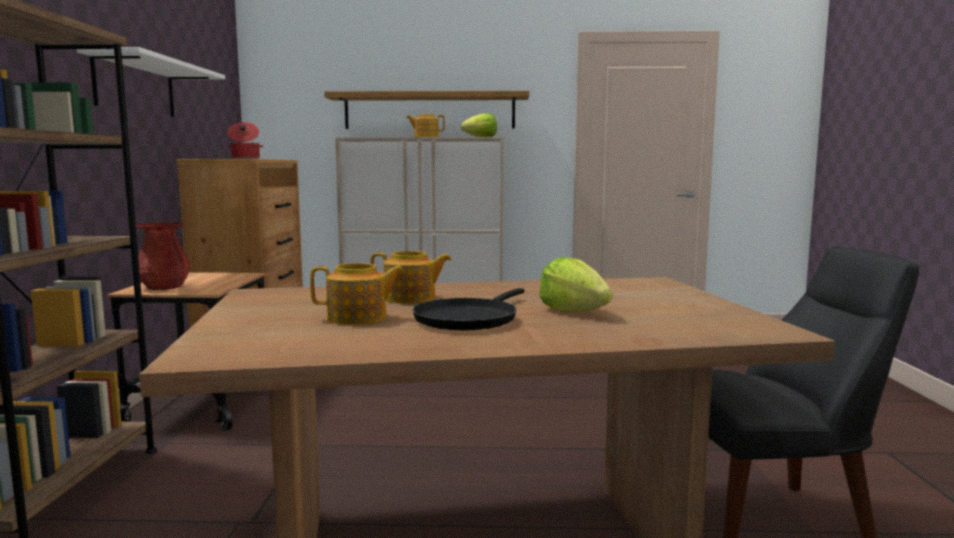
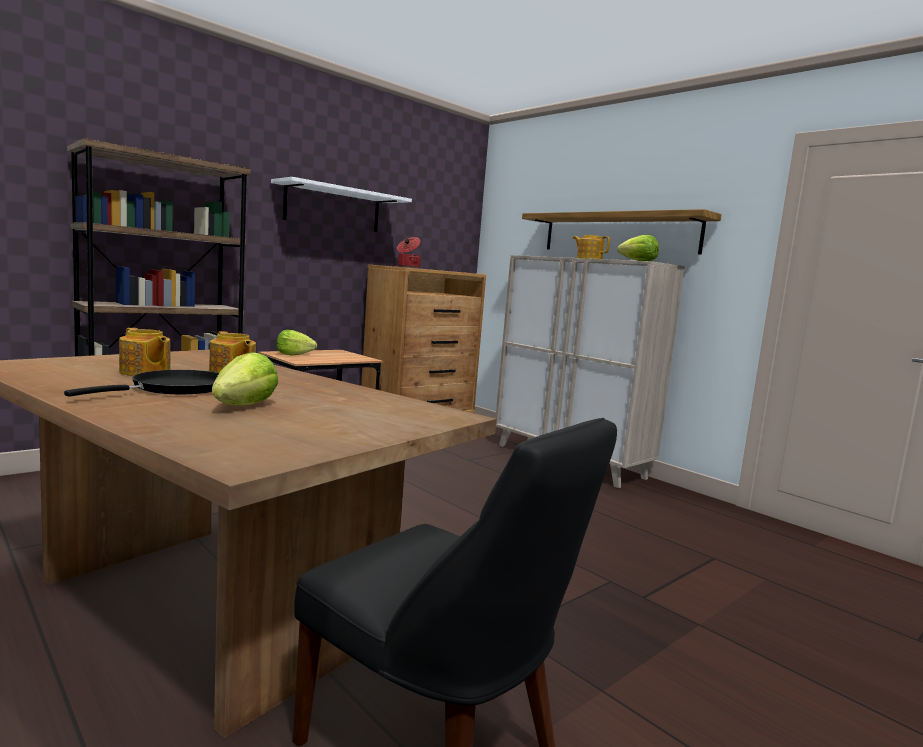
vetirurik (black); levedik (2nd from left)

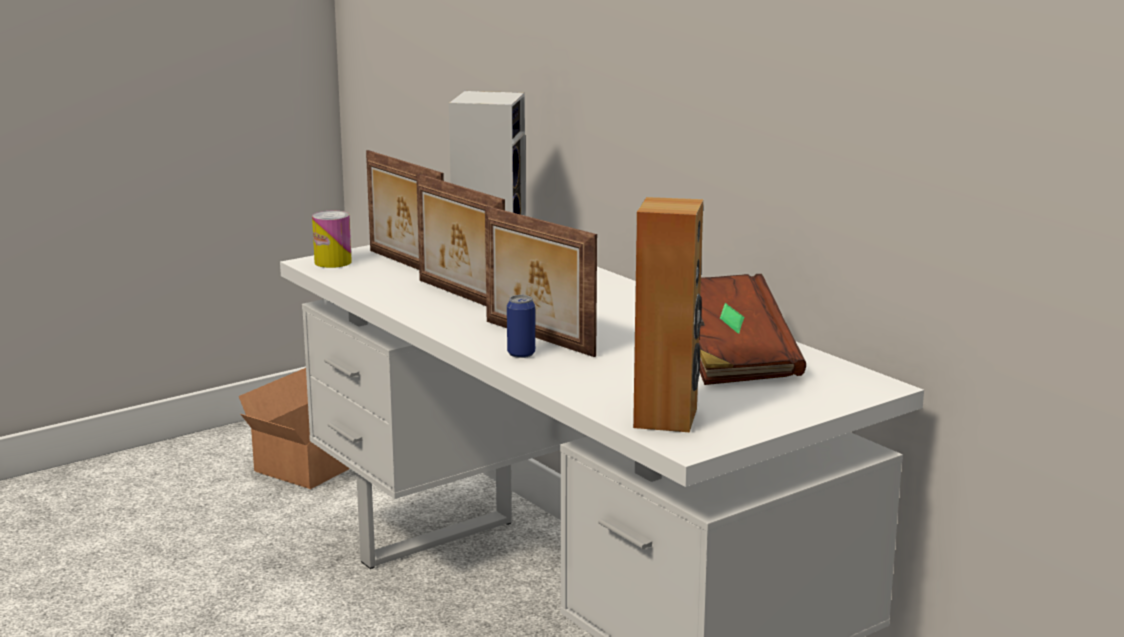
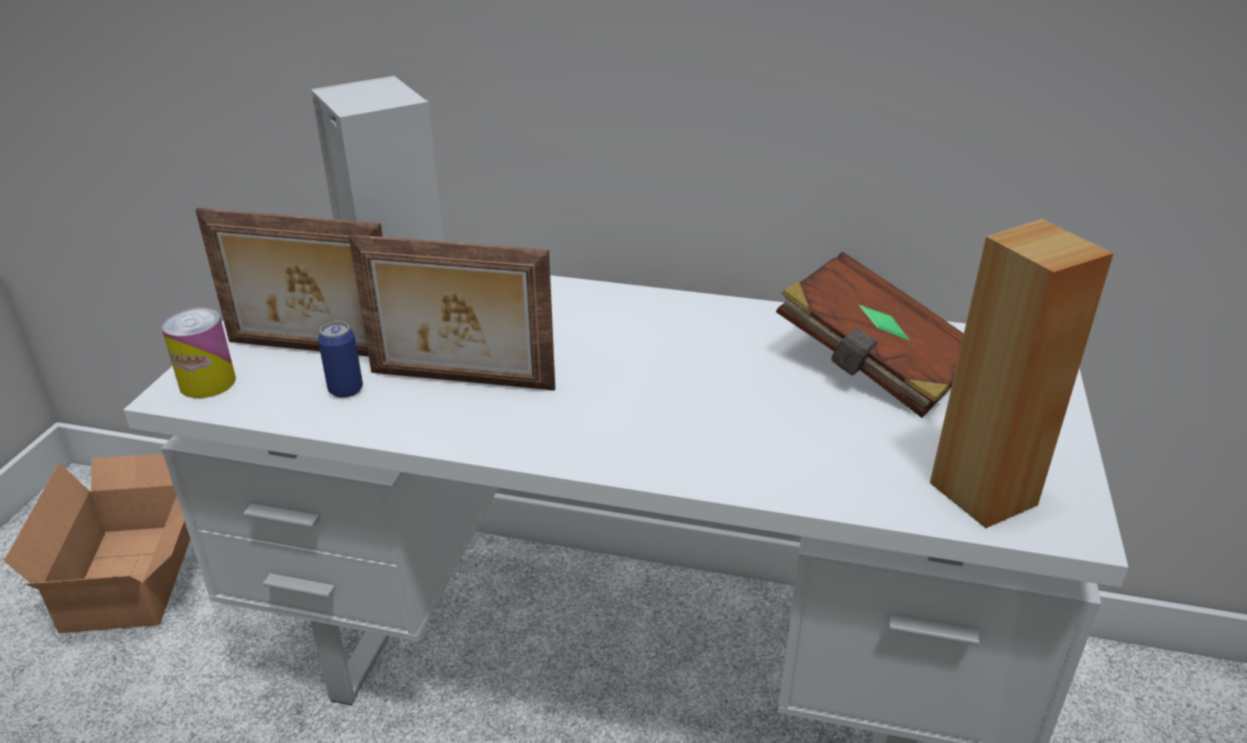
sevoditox (2nd from left); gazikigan (3rd from left in the first image)

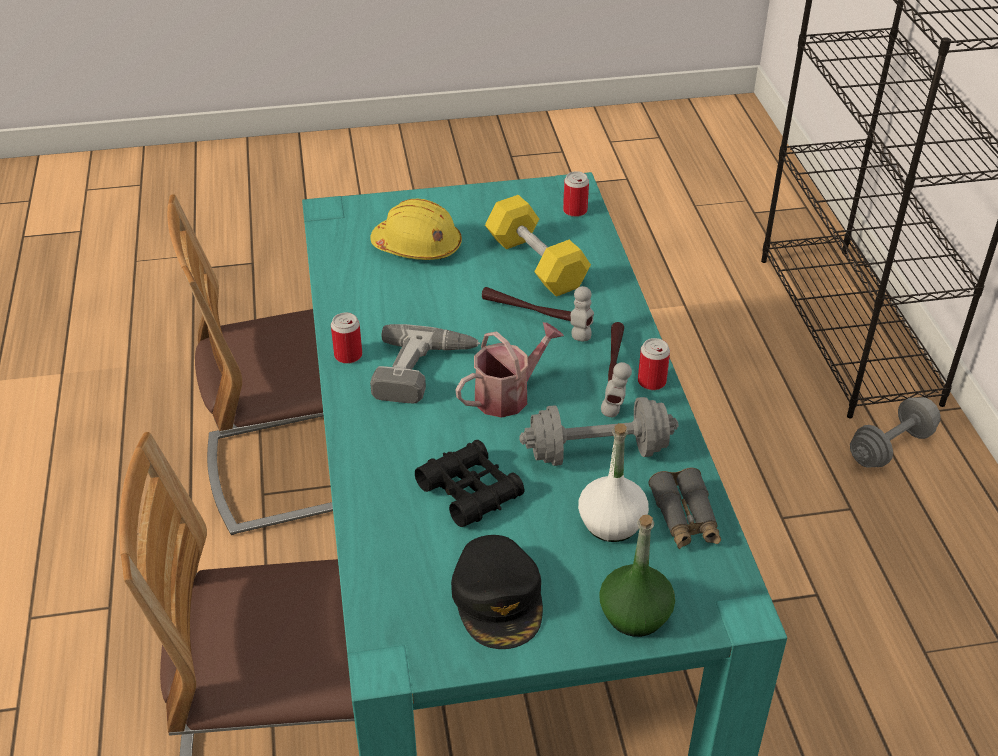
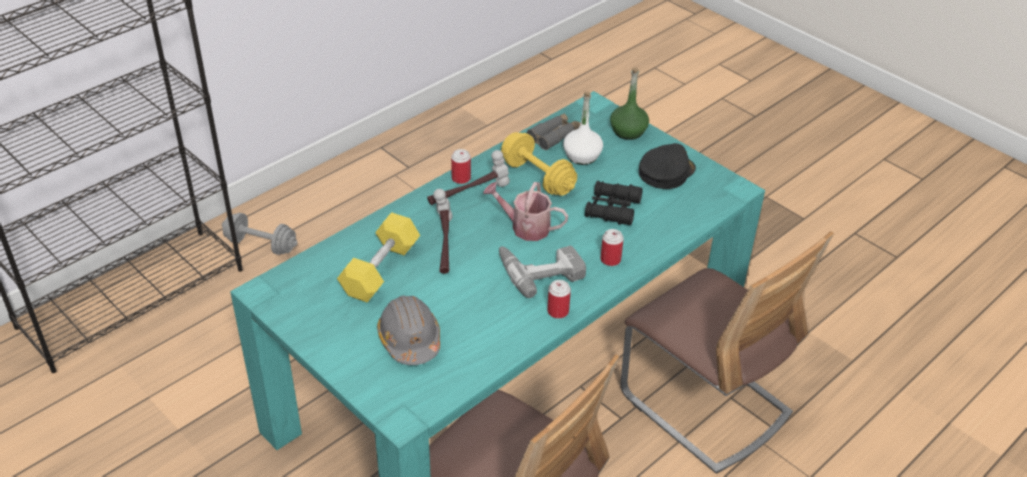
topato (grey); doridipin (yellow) (2nd from left); sevoditox (3rd from left)

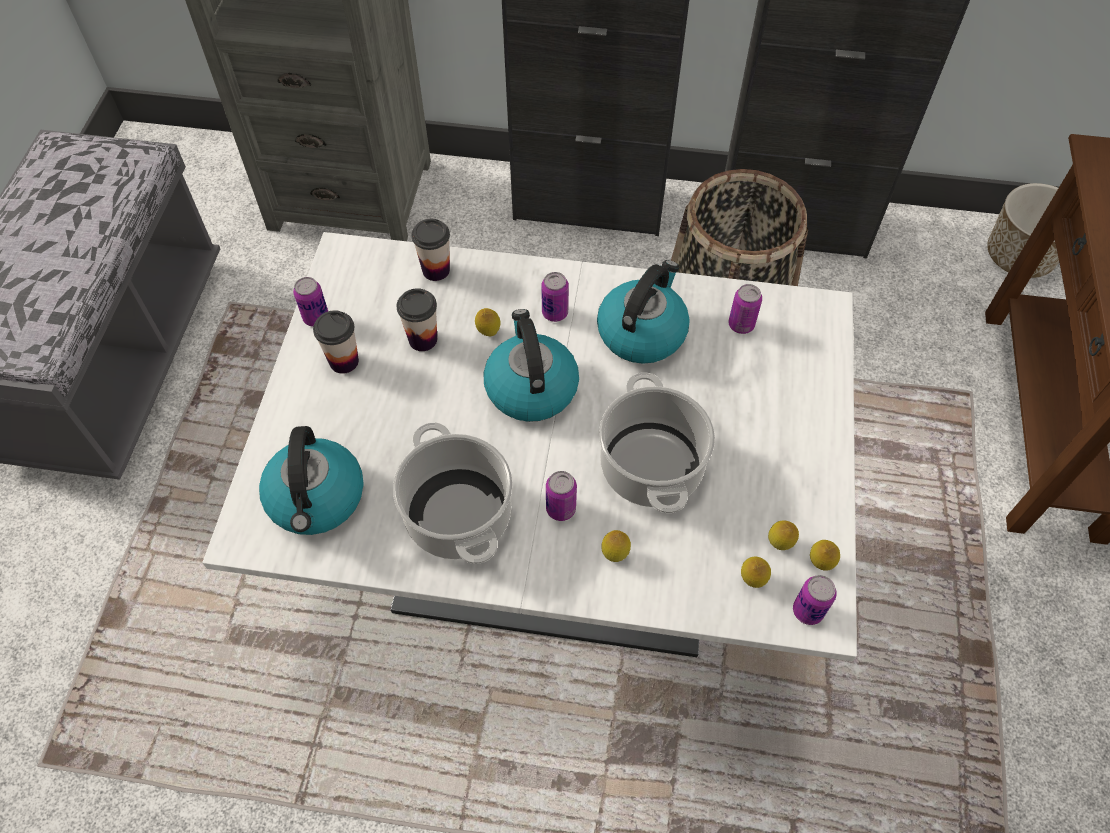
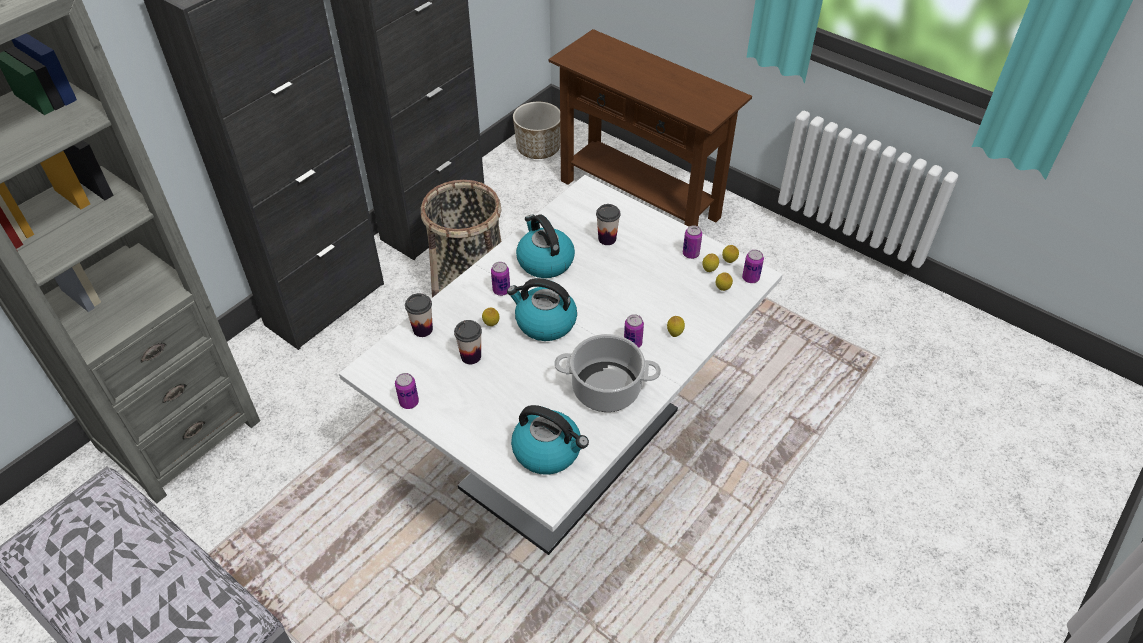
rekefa (3rd from left); sevoditox (4th from left); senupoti (2nd from left in the first image)

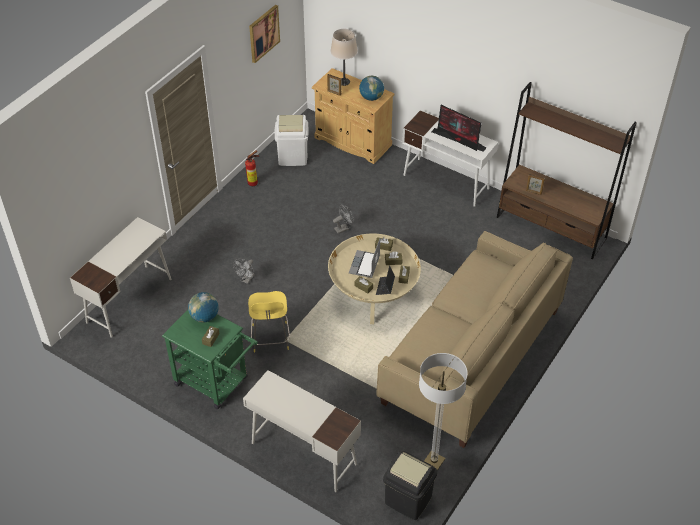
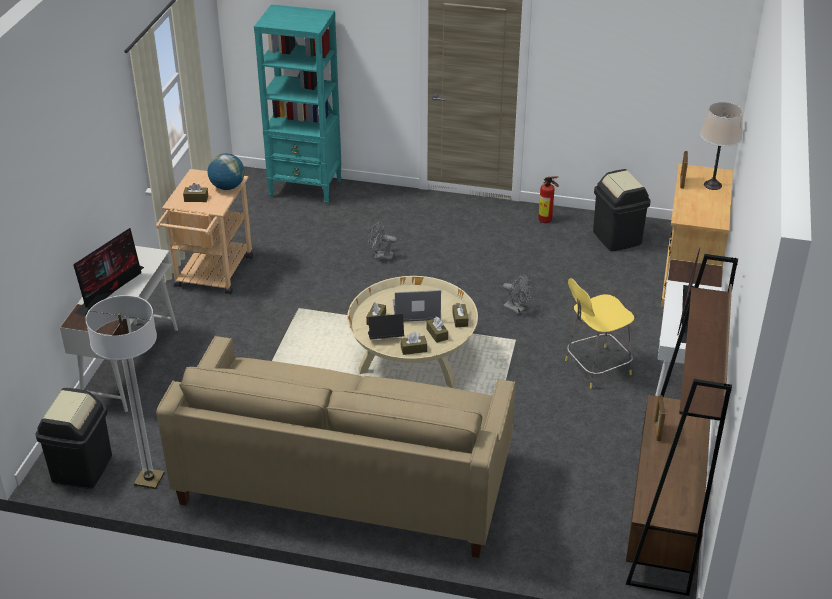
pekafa (1st from left); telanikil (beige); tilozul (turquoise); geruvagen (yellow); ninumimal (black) (2nd from left); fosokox; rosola (2nd from left in the first image)

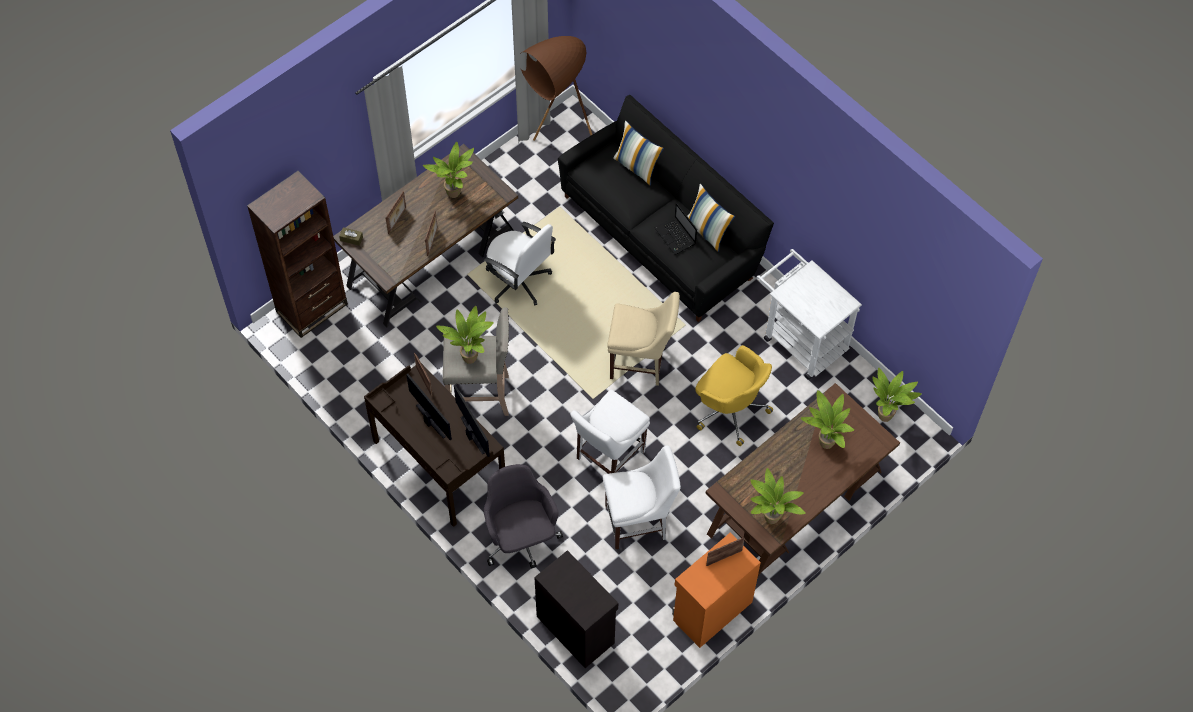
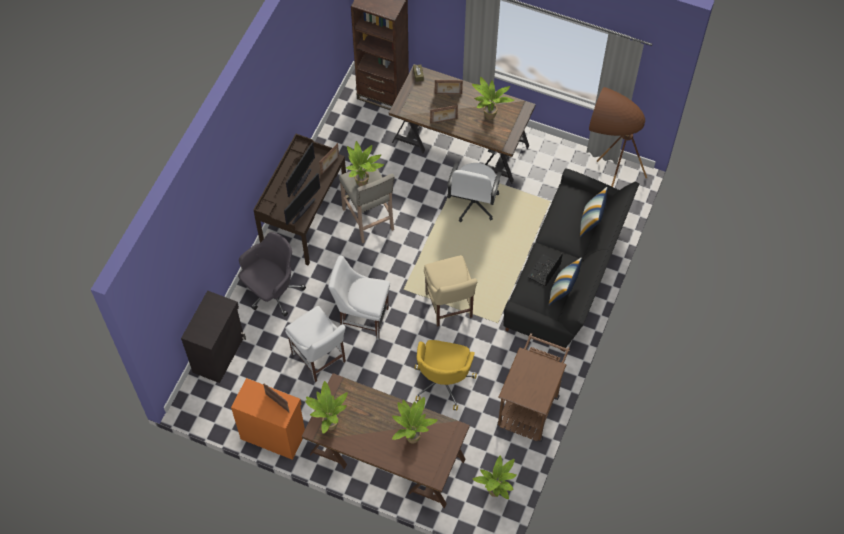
telanikil (brown)

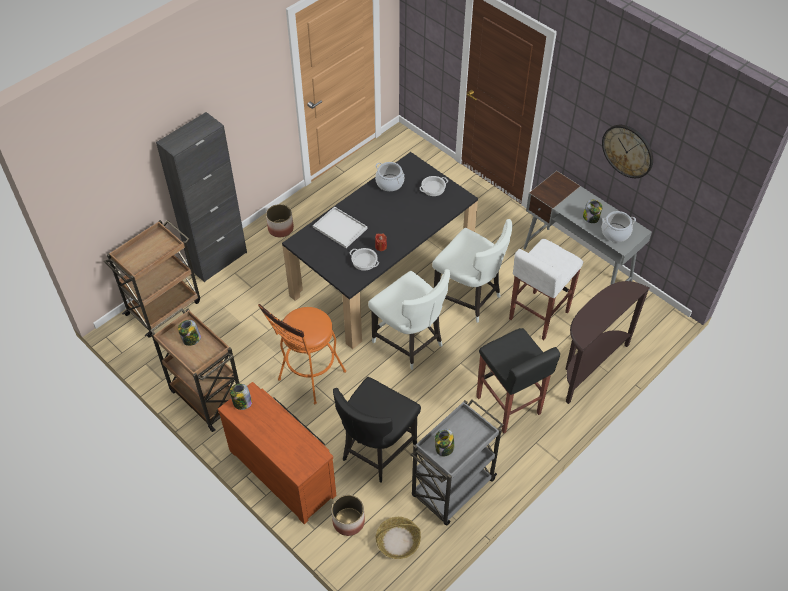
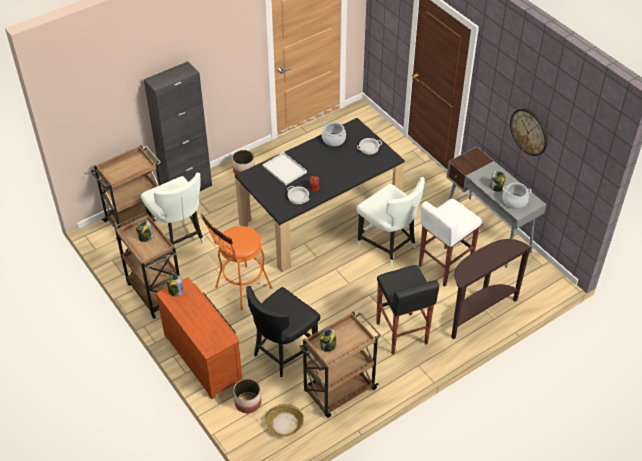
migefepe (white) (1st from left); telanikil (brown) (3rd from left)

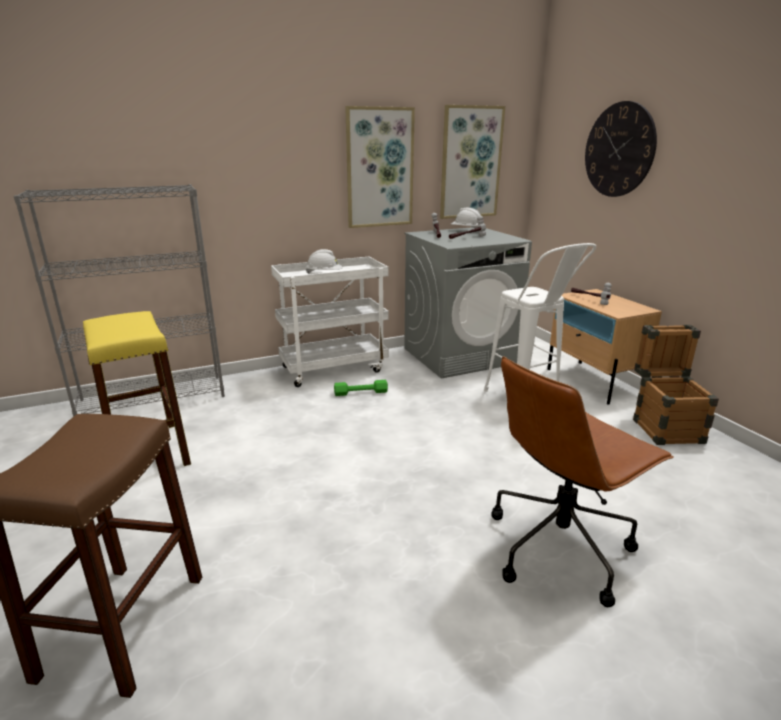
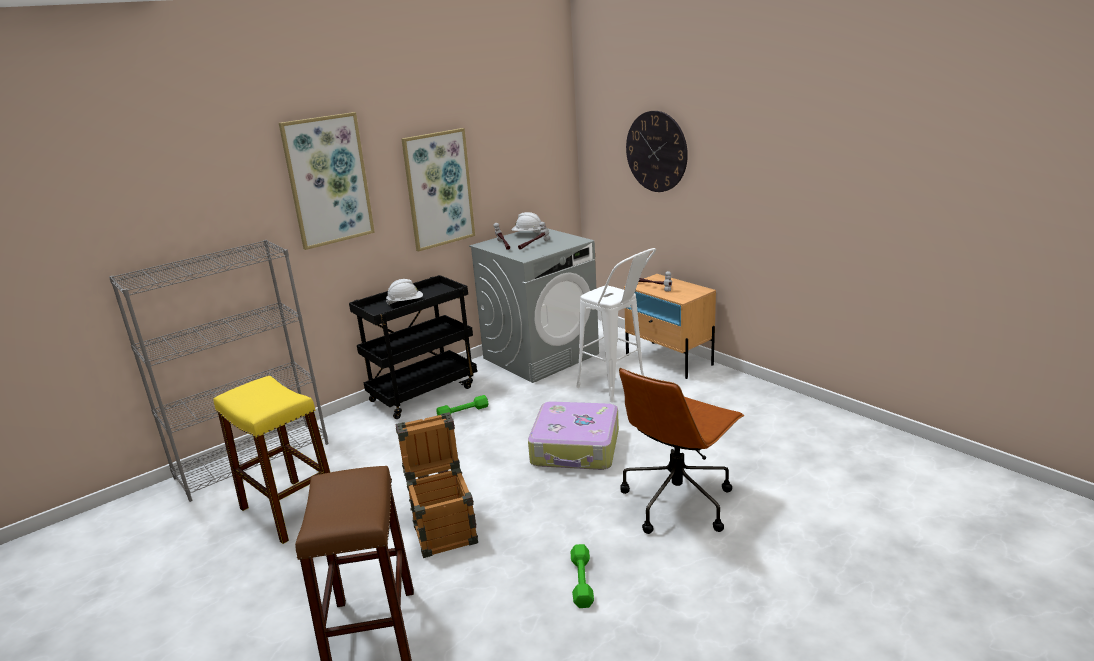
fosokox (1st from left); telanikil (black); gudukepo; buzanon; doridipin (green) (2nd from left)

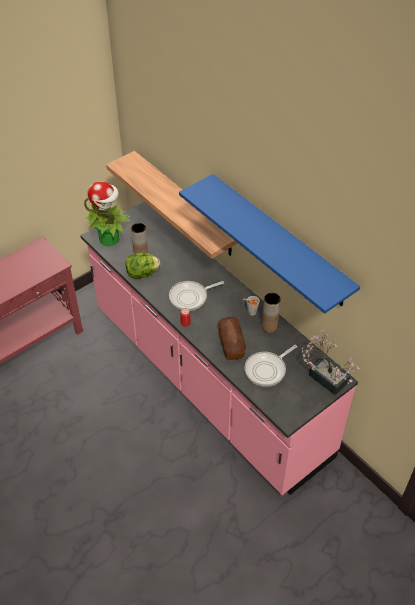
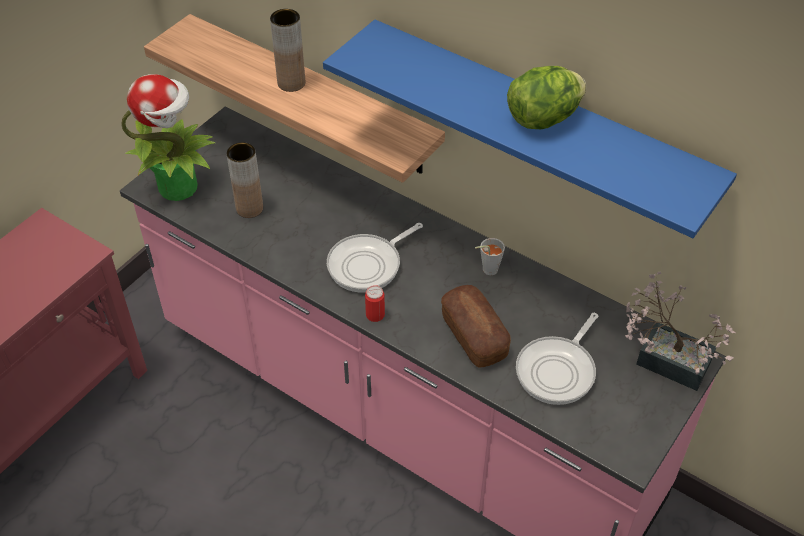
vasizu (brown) (2nd from left); levedik

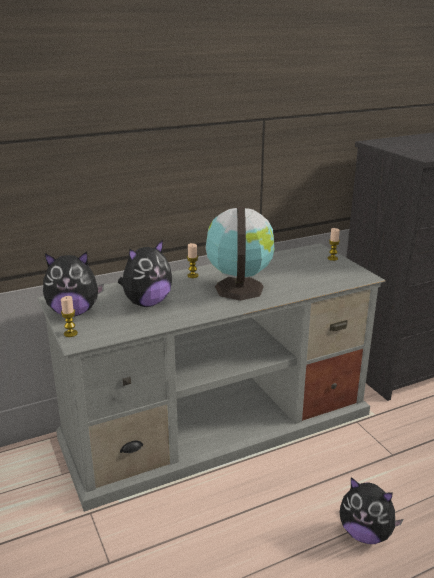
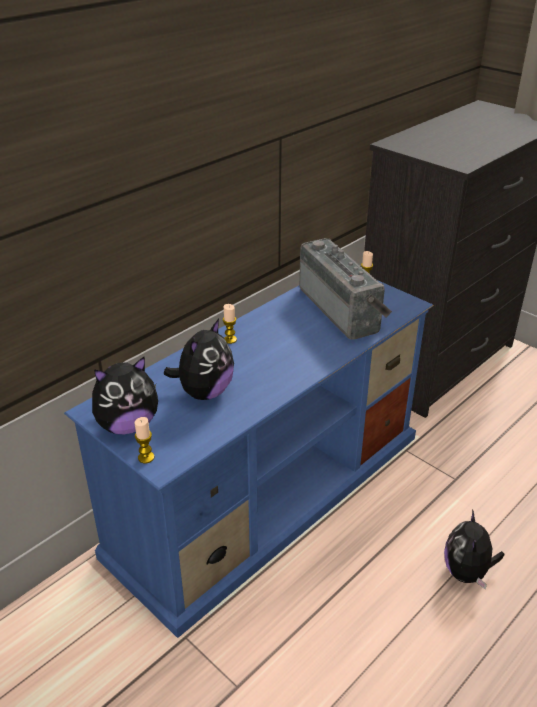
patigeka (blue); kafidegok; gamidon (3rd from left); rosola

